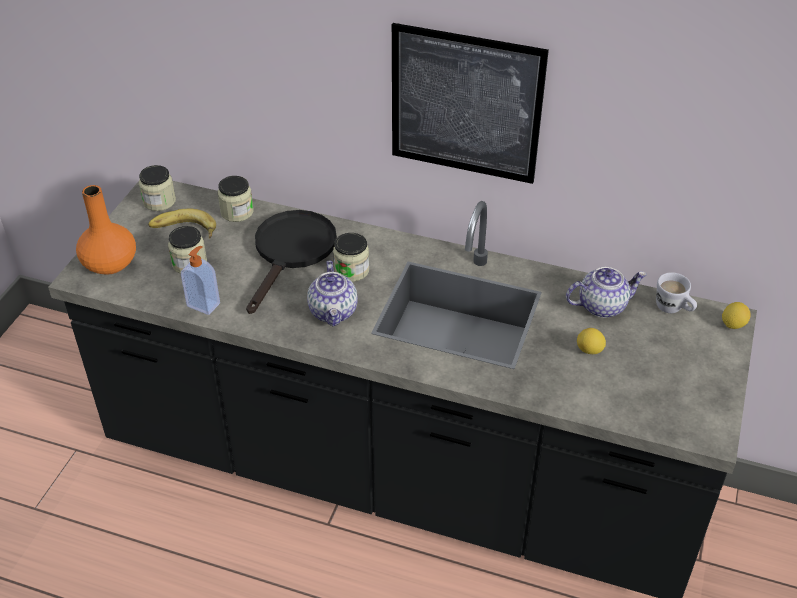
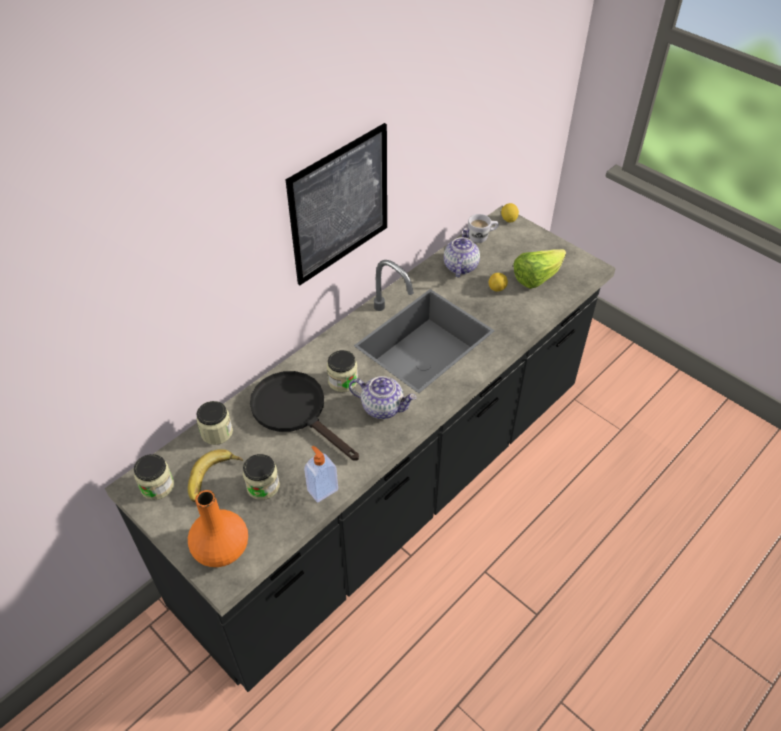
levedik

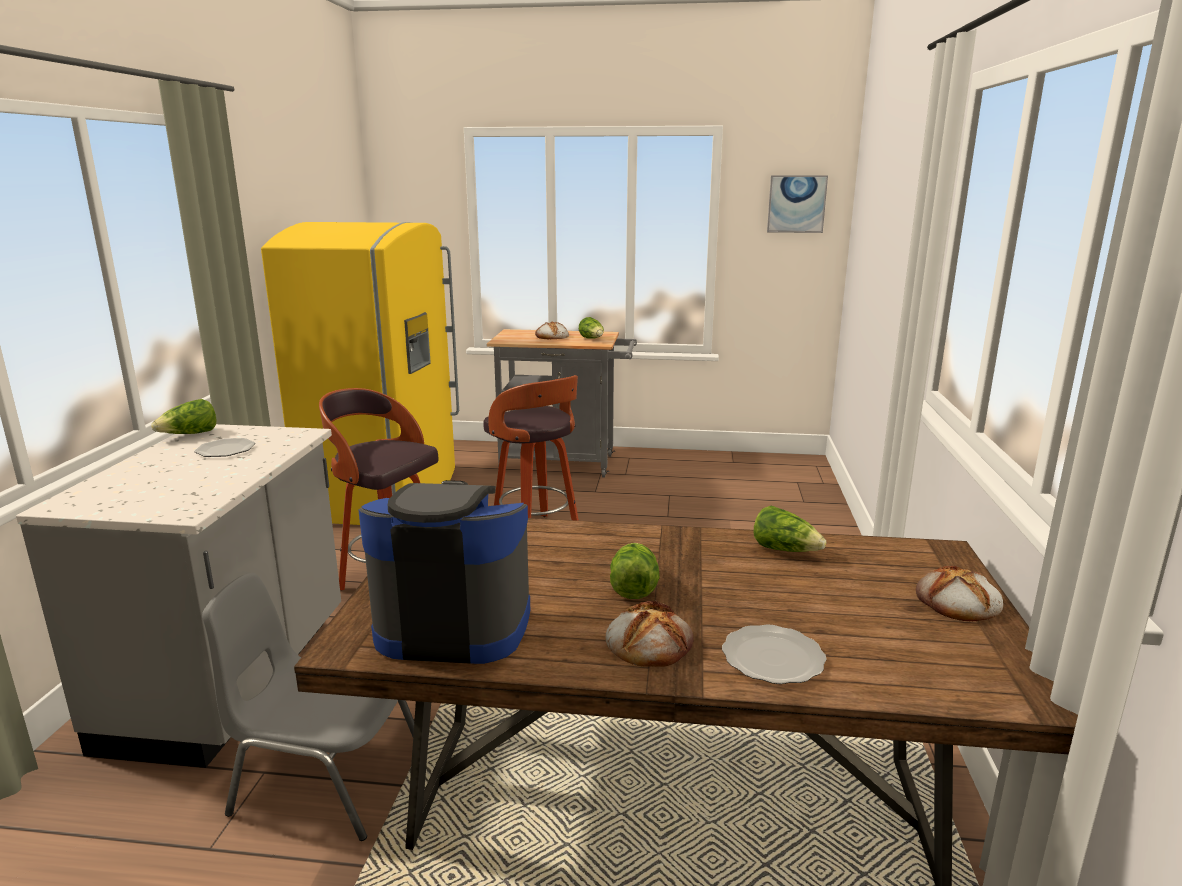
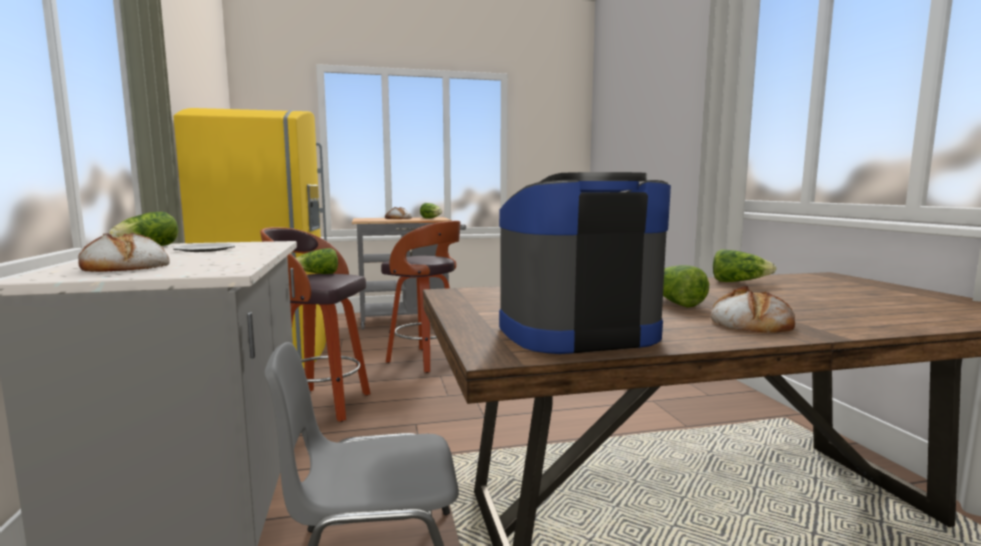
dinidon (1st from left); levedik (2nd from left); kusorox (2nd from left in the first image); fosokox

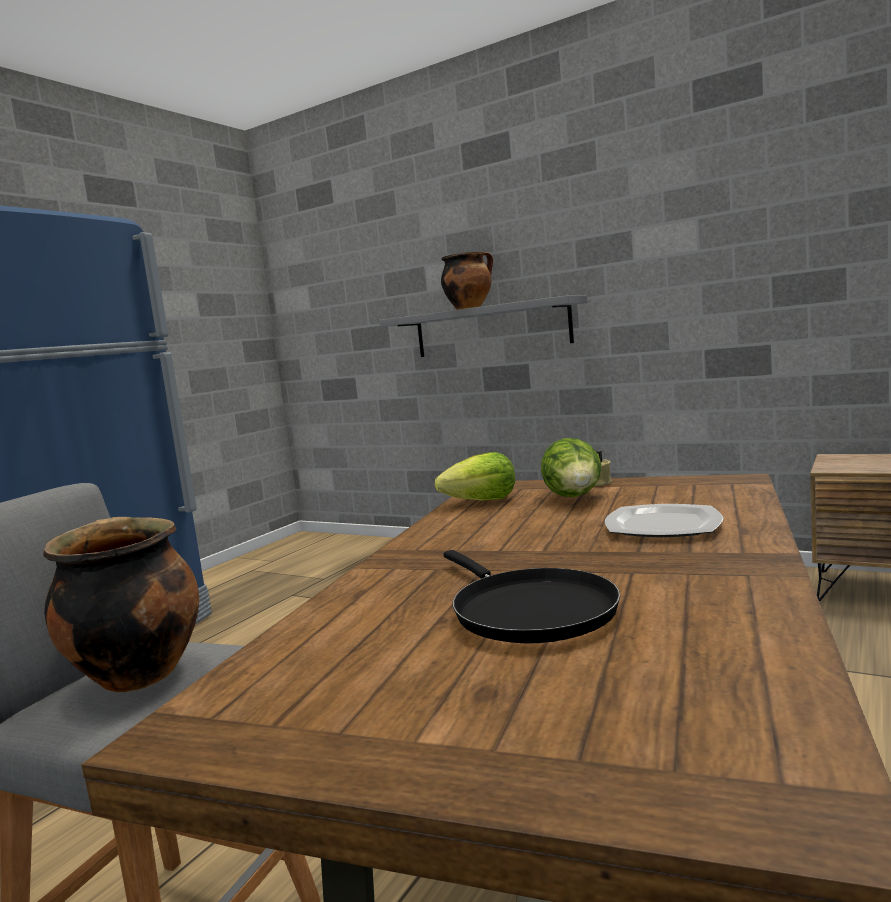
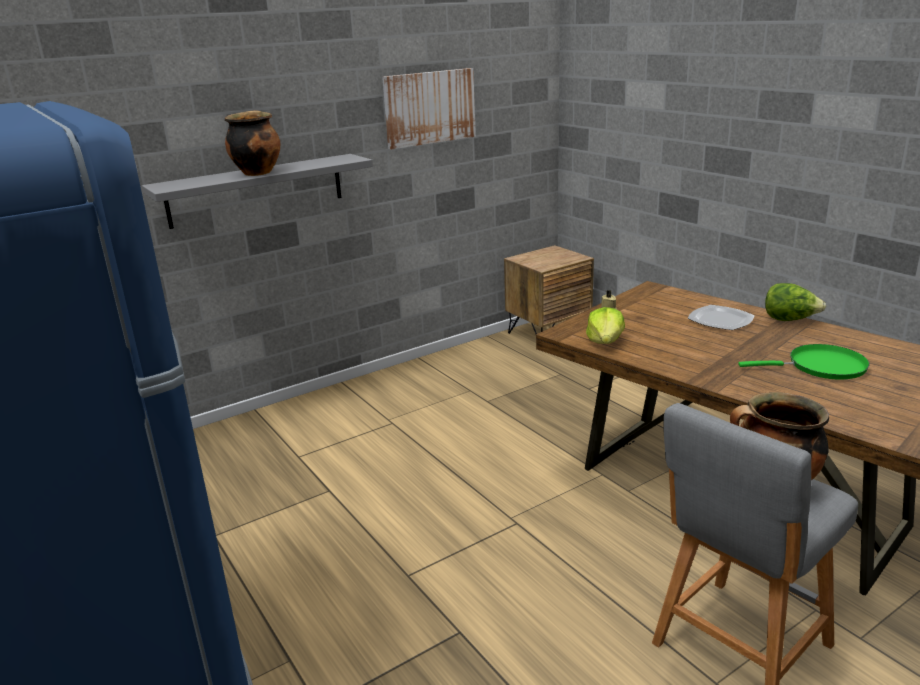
fosokox; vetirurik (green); levedik (2nd from left)

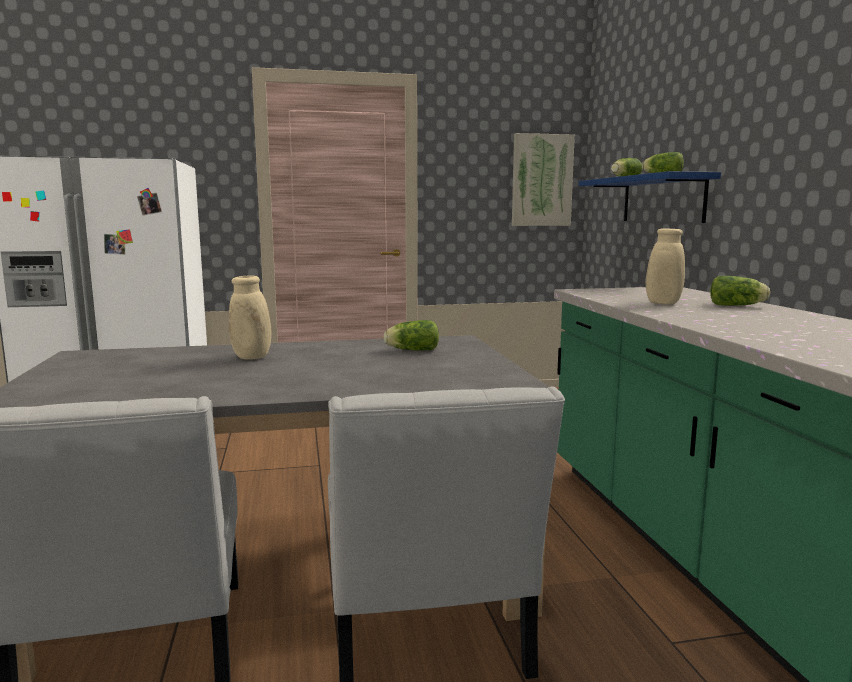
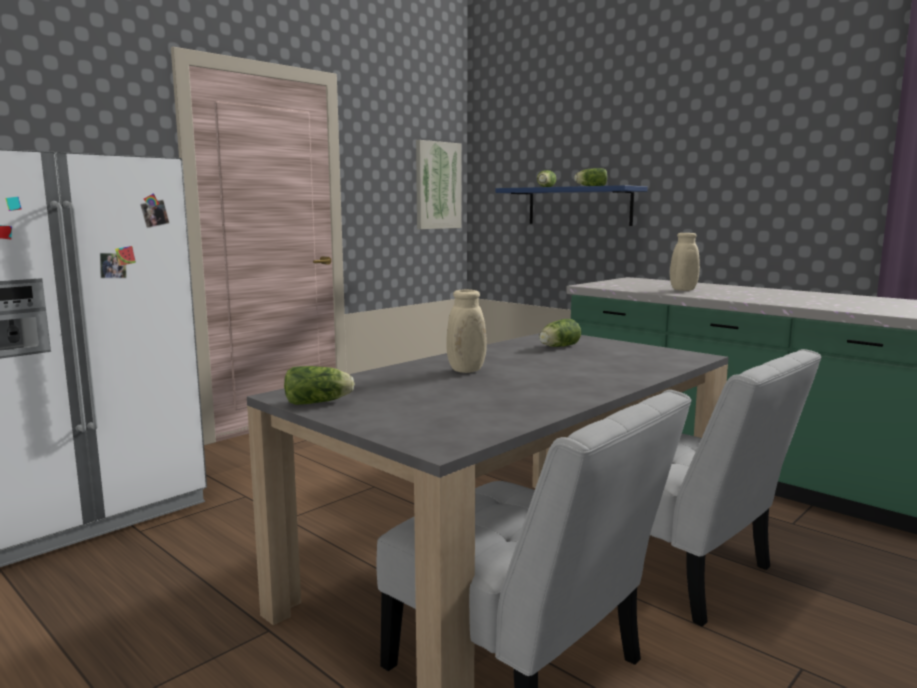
levedik (1st from left)

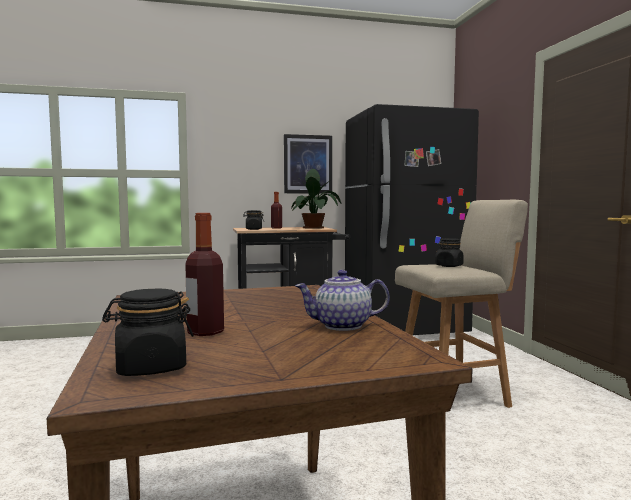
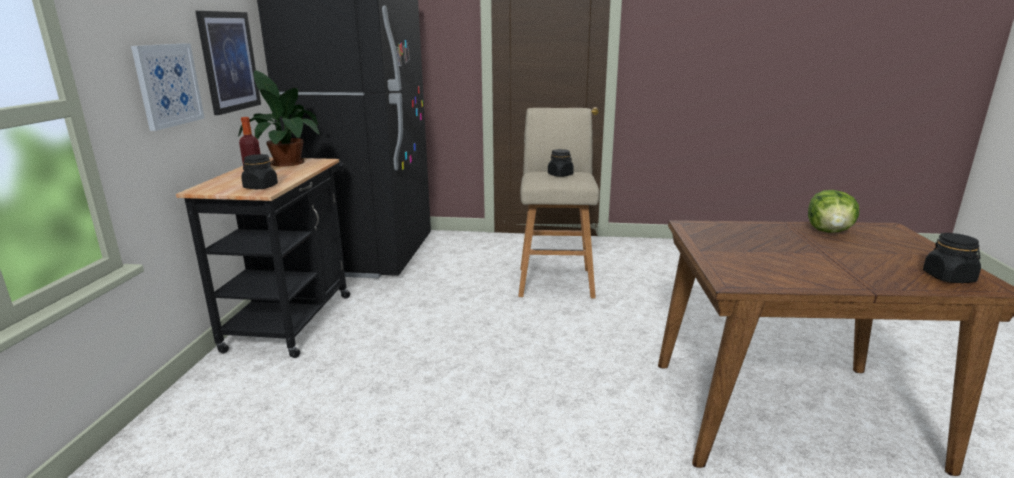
fosokox (1st from left); levedik; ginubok (1st from left in the first image)

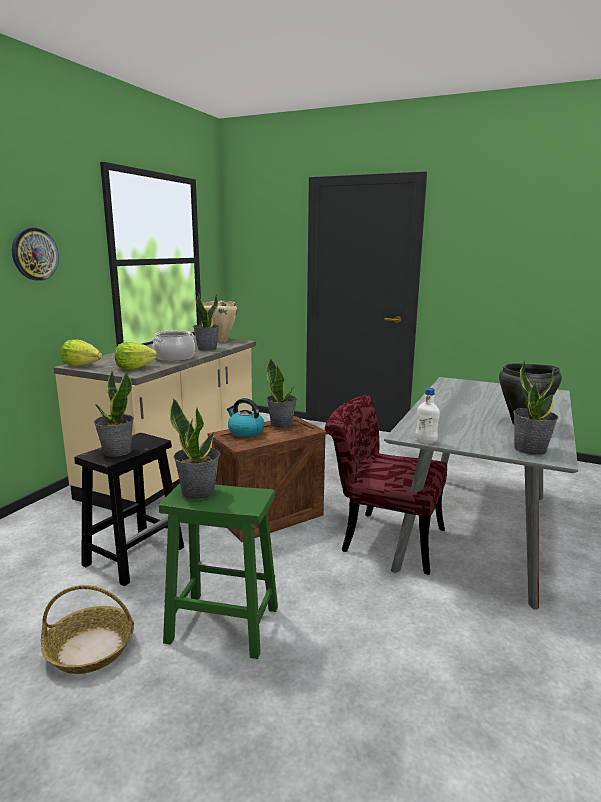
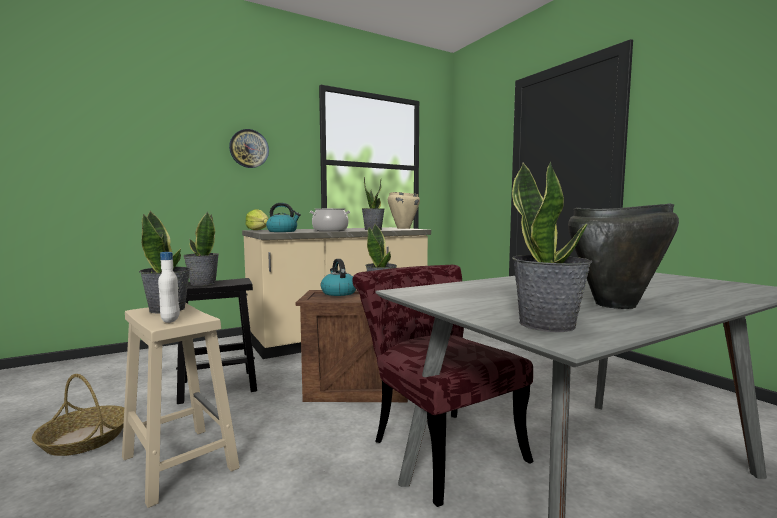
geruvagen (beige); ginubok (white); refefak (1st from left)

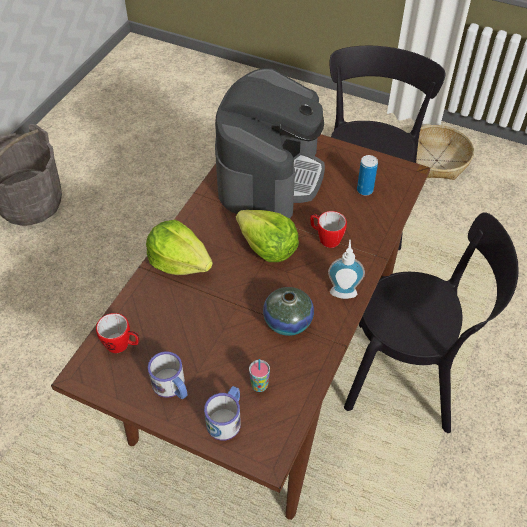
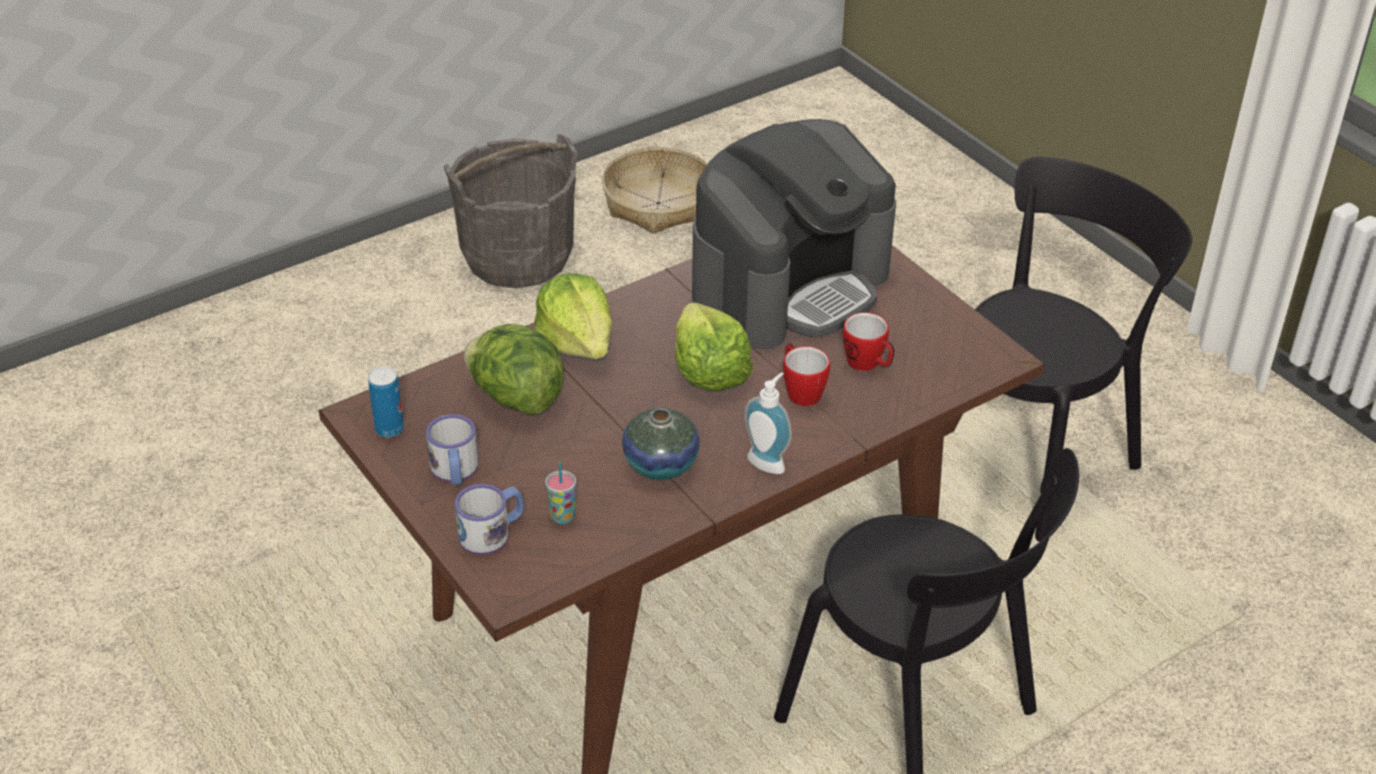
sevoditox; levedik (1st from left); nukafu; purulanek (4th from left)

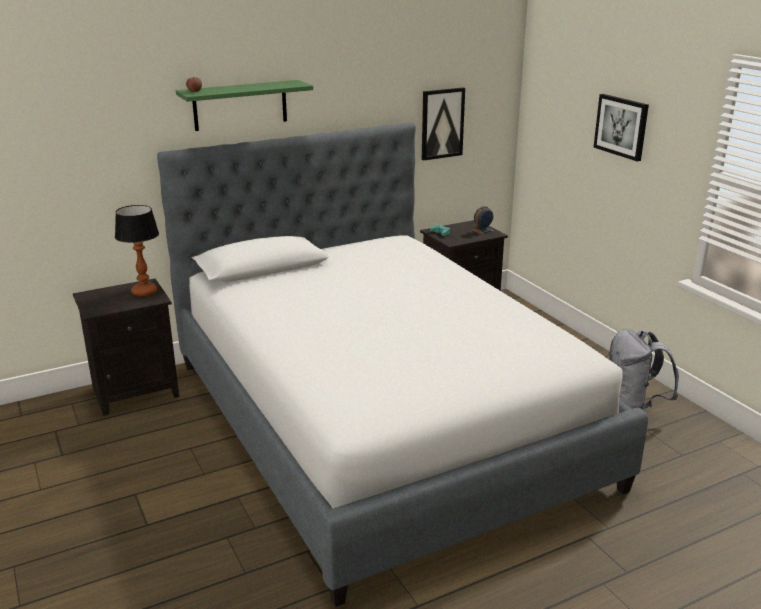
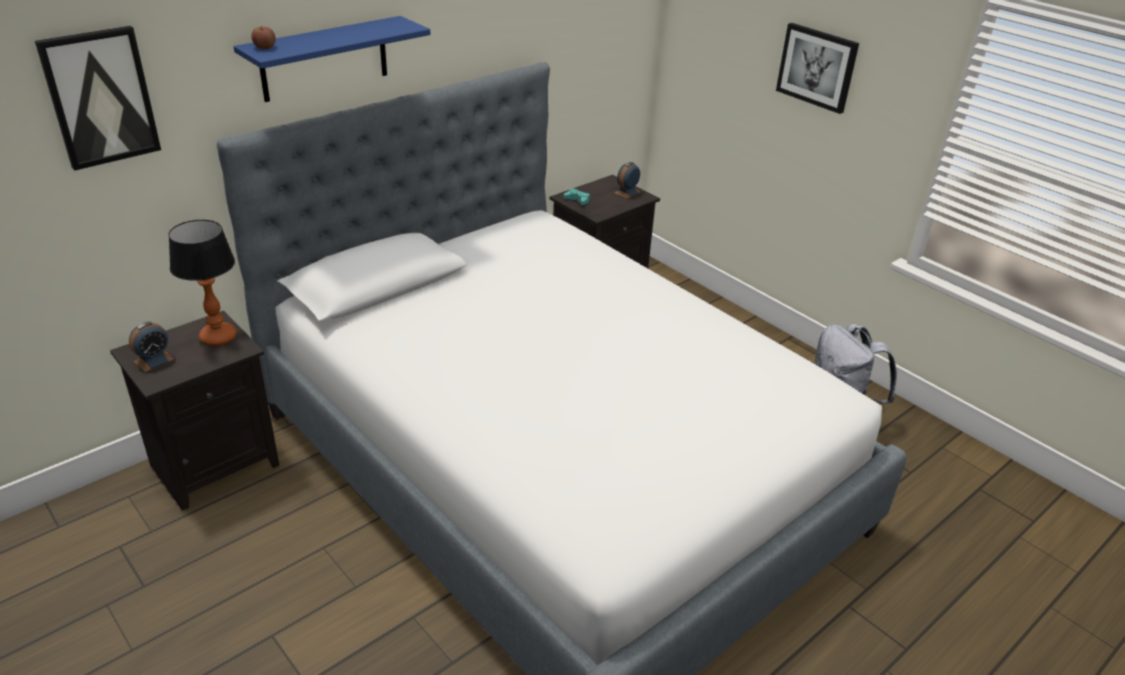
fosokox (1st from left); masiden (1st from left); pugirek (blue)

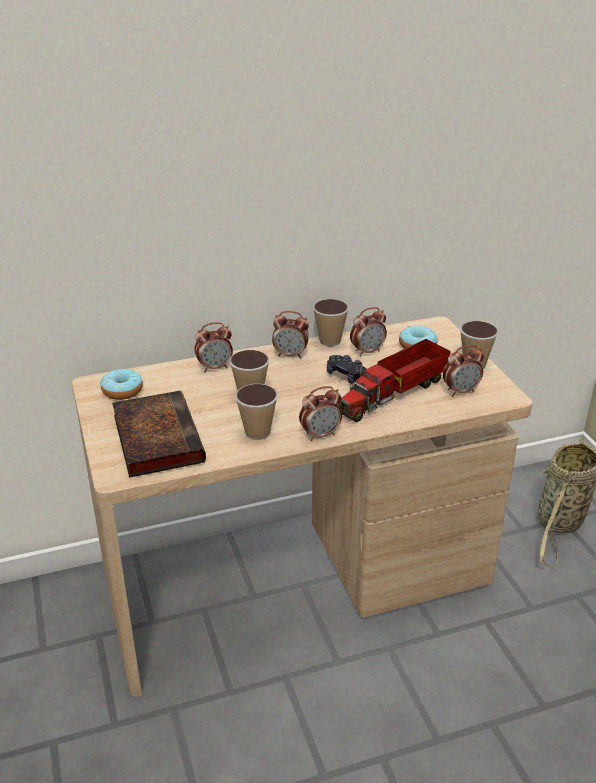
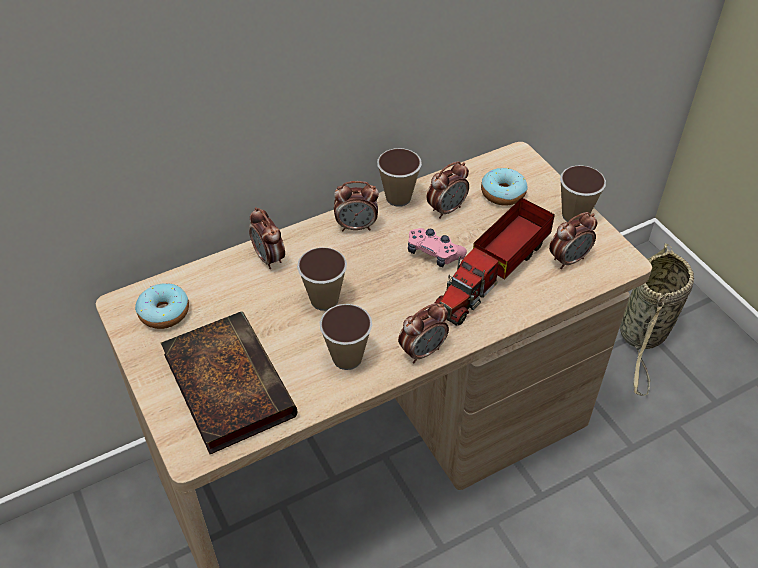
masiden (1st from left); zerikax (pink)

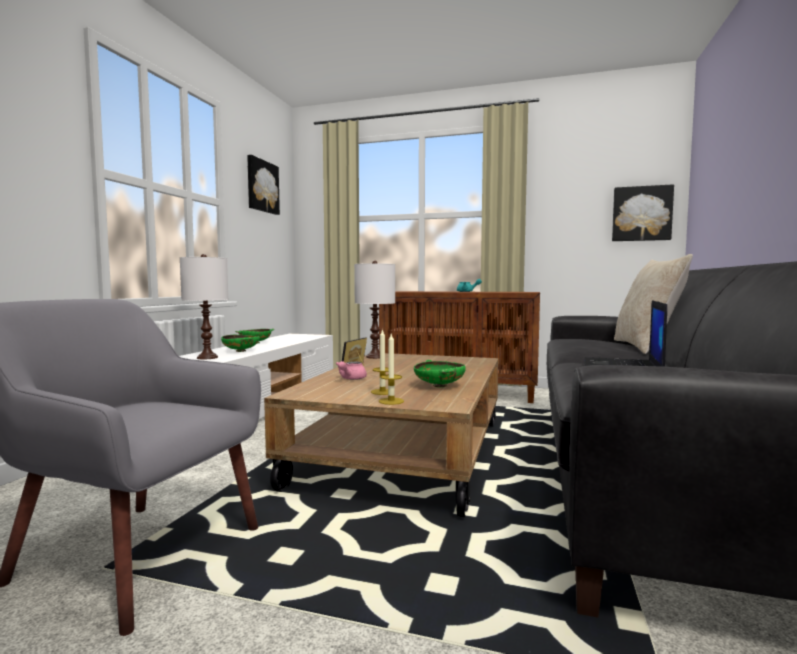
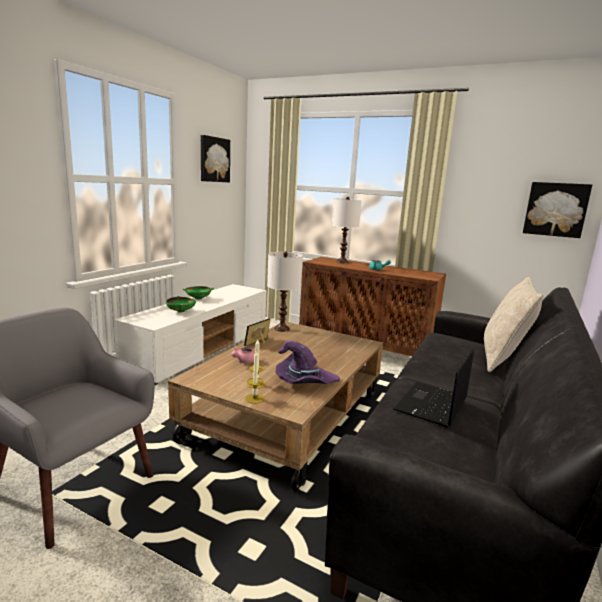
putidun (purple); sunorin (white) (2nd from left)

